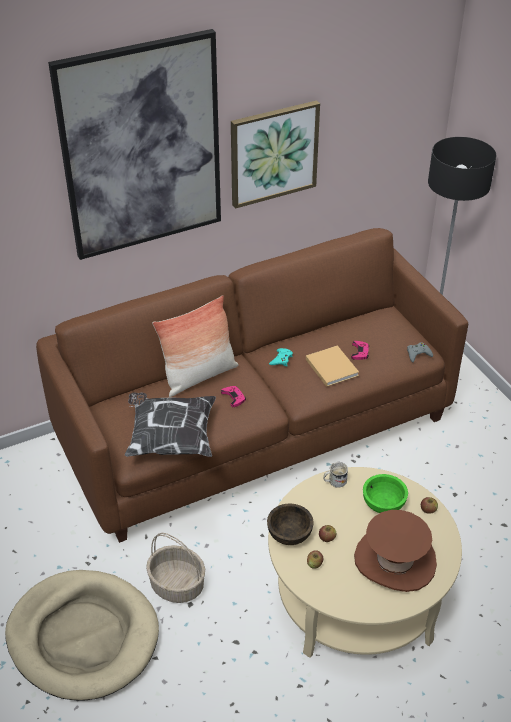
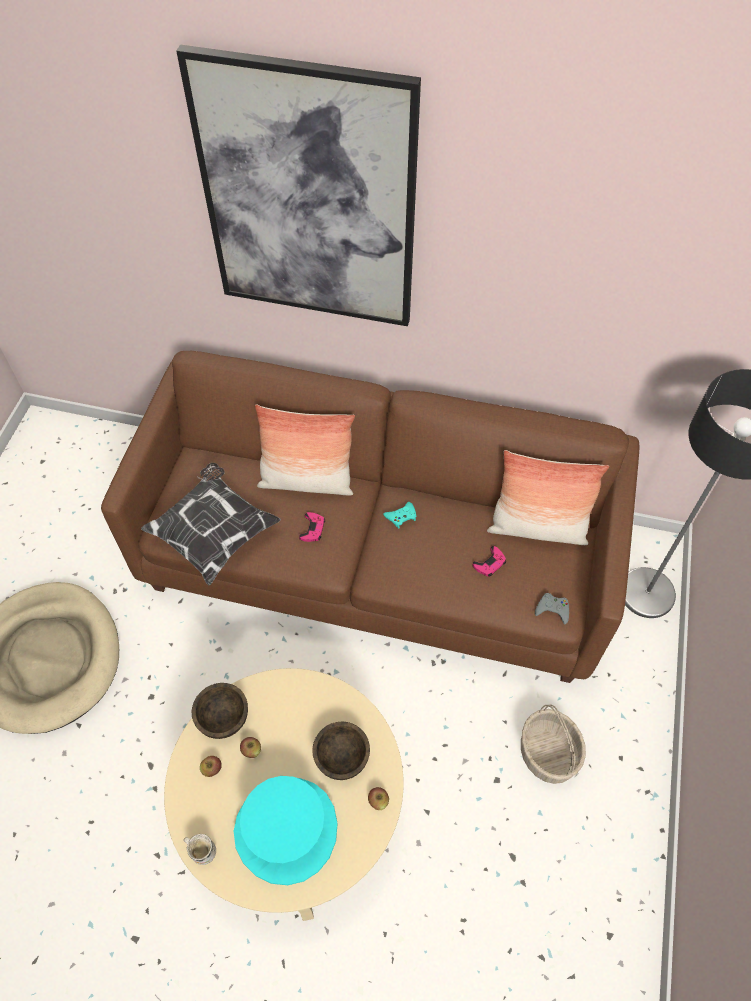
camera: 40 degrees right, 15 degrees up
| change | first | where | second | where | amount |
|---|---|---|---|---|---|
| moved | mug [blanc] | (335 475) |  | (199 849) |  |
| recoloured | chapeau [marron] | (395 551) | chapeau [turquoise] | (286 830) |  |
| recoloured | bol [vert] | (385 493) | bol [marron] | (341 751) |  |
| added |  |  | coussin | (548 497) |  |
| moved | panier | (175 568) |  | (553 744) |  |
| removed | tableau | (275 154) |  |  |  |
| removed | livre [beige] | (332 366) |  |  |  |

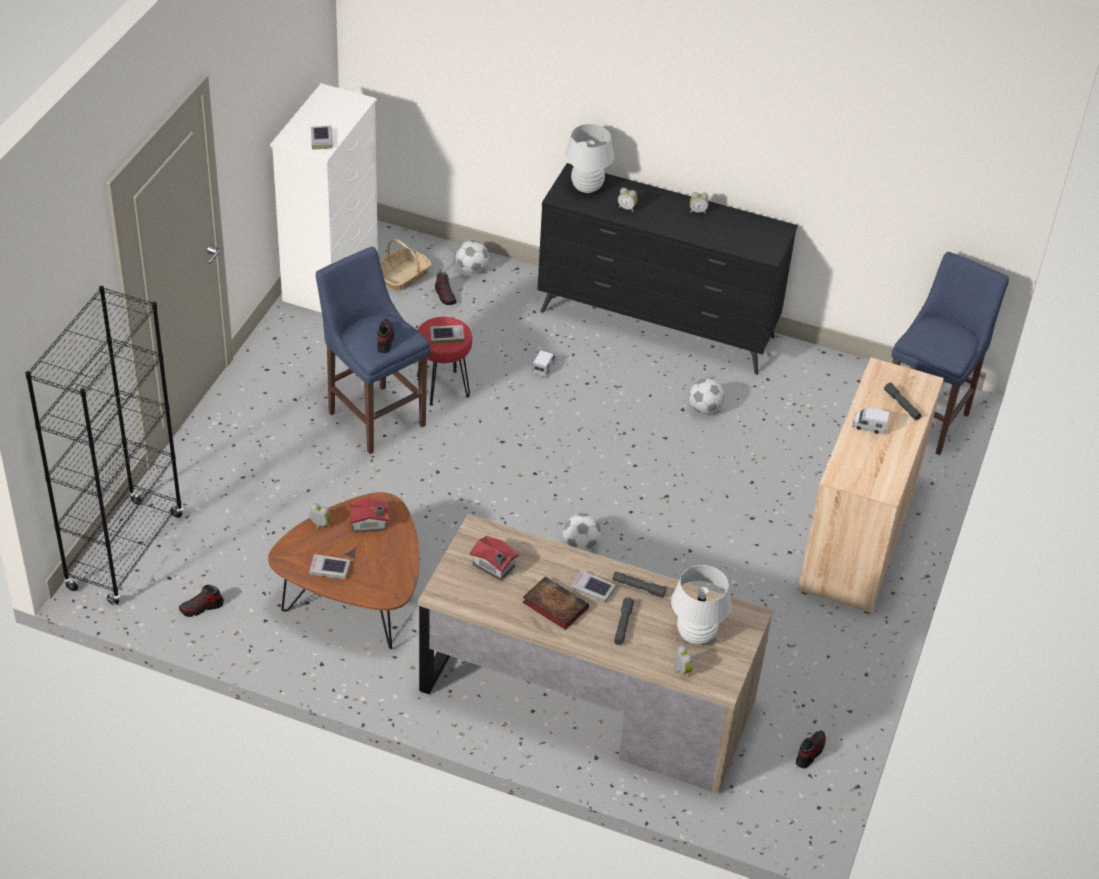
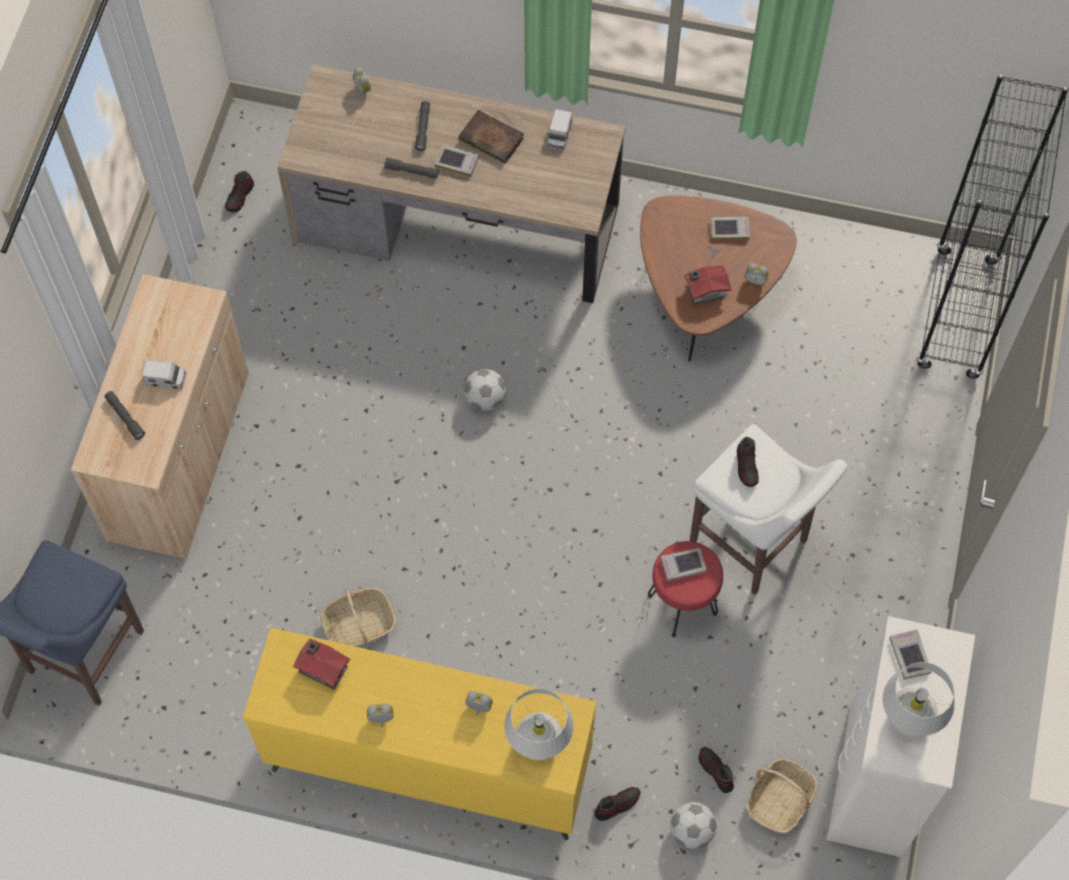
camera: 175 degrees right, 20 degrees up
| change | first | where | second | where | amount |
|---|---|---|---|---|---|
| recoloured | commode [noir] | (667 269) | commode [jaune] | (420 734) |  |
| moved | maison miniature | (494 558) |  | (321 664) |  |
| replaced | ballon de foot | (706 396) | panier | (358 617) |  |
| moved | camion jouet | (544 363) |  | (559 129) |  |
| moved | chaussure | (201 601) |  | (617 804) |  |
| recoloured | tabouret [bleu] | (373 350) | tabouret [blanc] | (769 509) |  |
| moved | lampe de table [blanc] | (701 605) |  | (919 700) |  |

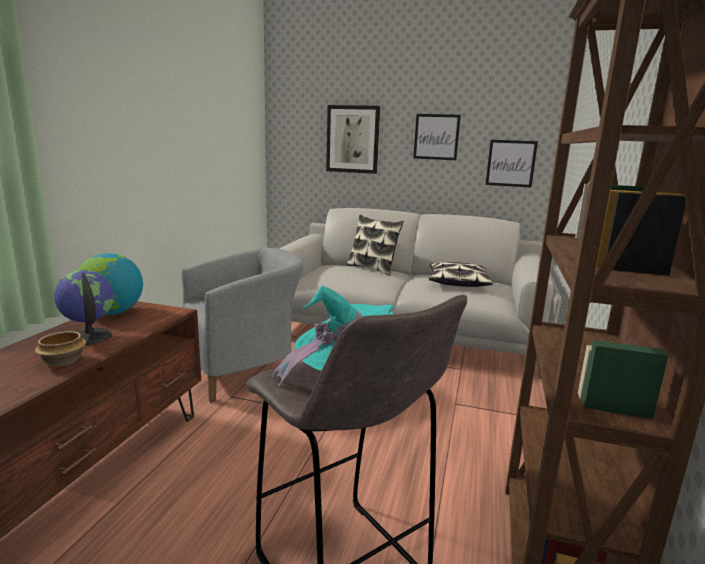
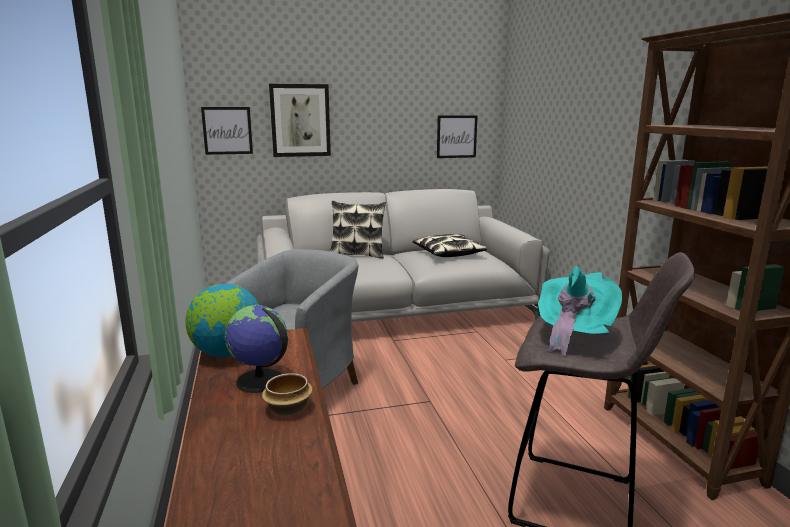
camera: 30 degrees left, 0 degrees up
| change | first | where | second | where | amount |
|---|---|---|---|---|---|
| moved | tableau | (437 137) |  | (227 131) |  |

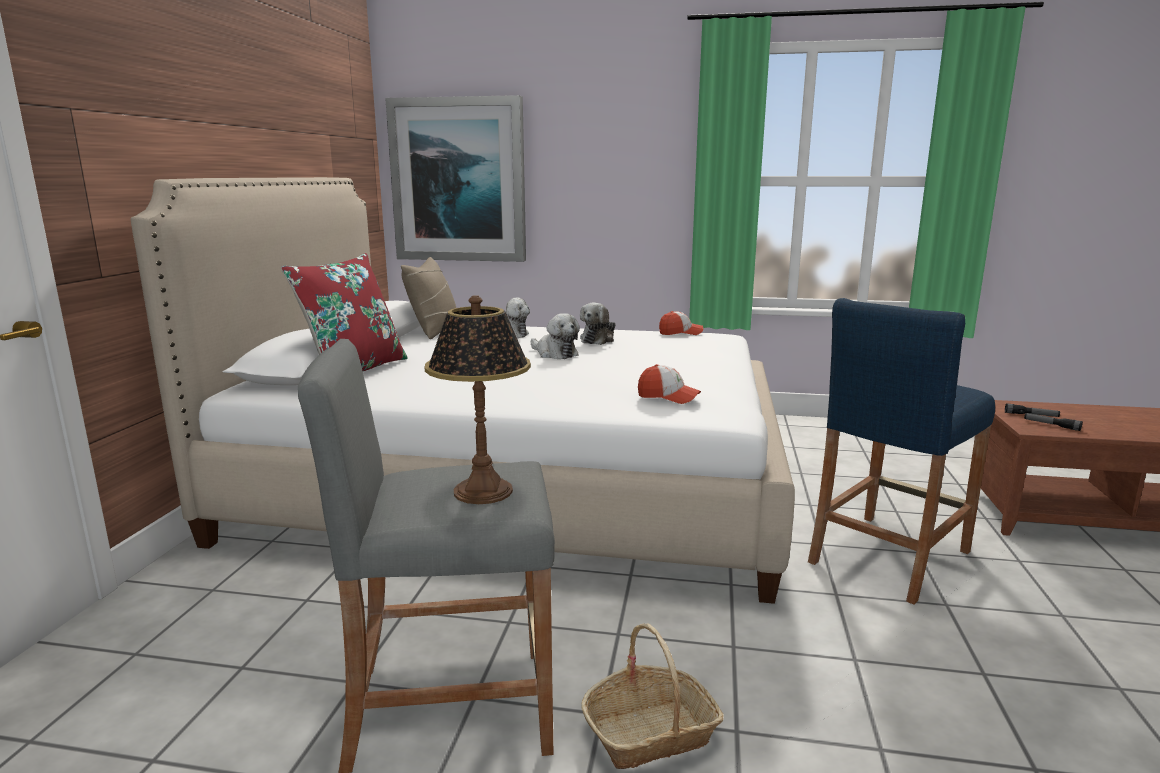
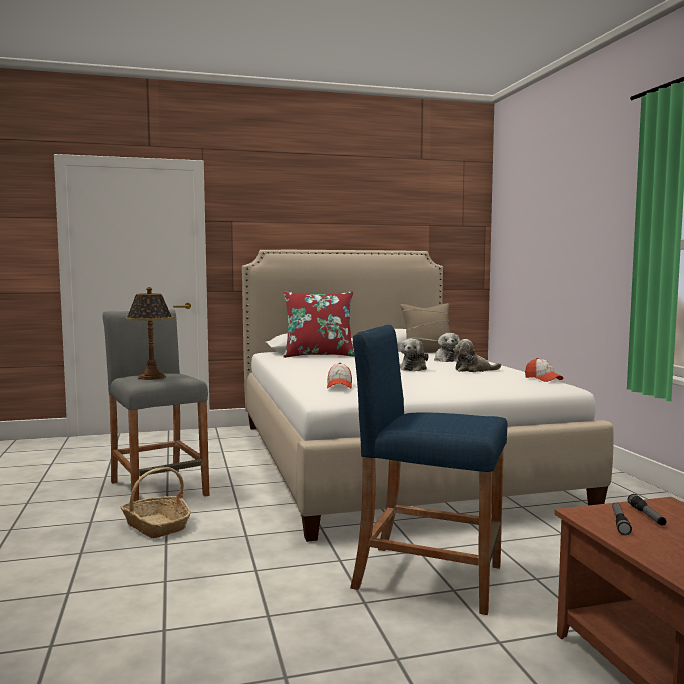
camera: 65 degrees right, 10 degrees down
| change | first | where | second | where | amount |
|---|---|---|---|---|---|
| removed | tableau | (455 178) |  |  |  |

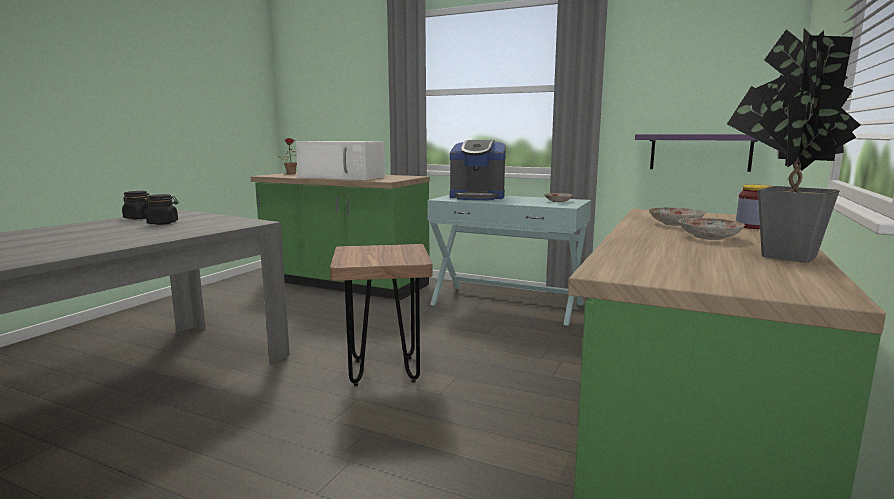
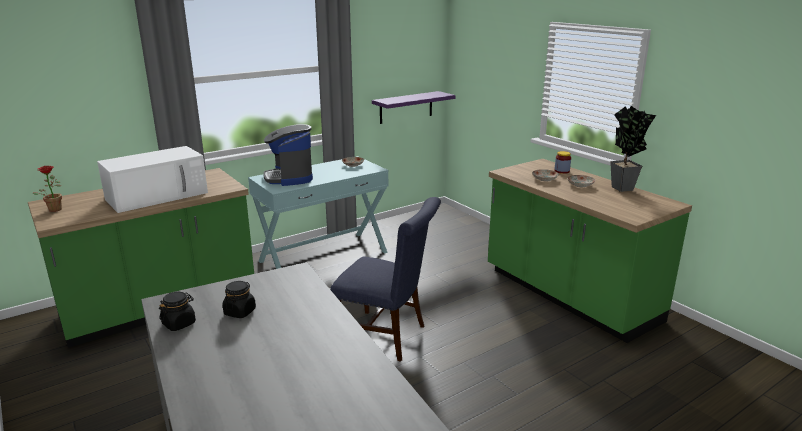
camera: 60 degrees left, 10 degrees up
| change | first | where | second | where | amount |
|---|---|---|---|---|---|
| turned | machine à café | (478 170) |  | (288 155) | 120 degrees clockwise |
| replaced | tabouret [marron] | (381 315) | chaise [bleu] | (385 279) |  |

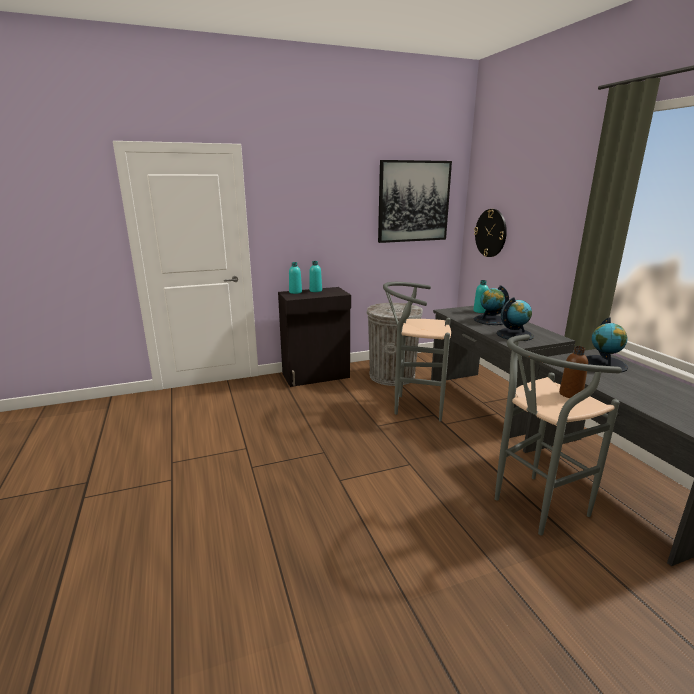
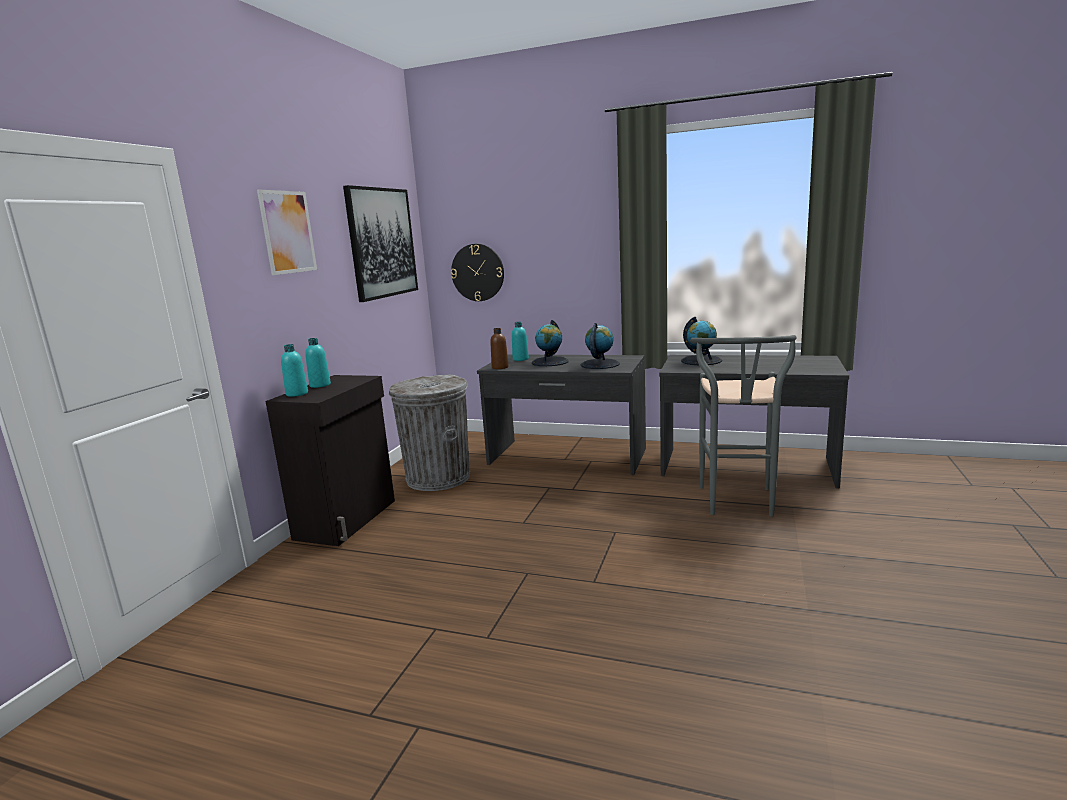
camera: 50 degrees left, 5 degrees down
| change | first | where | second | where | amount |
|---|---|---|---|---|---|
| added |  |  | tableau | (287 232) |  |
| moved | bouteille [marron] | (573 372) |  | (499 348) |  |
| removed | tabouret [gris] | (417 351) |  |  |  |

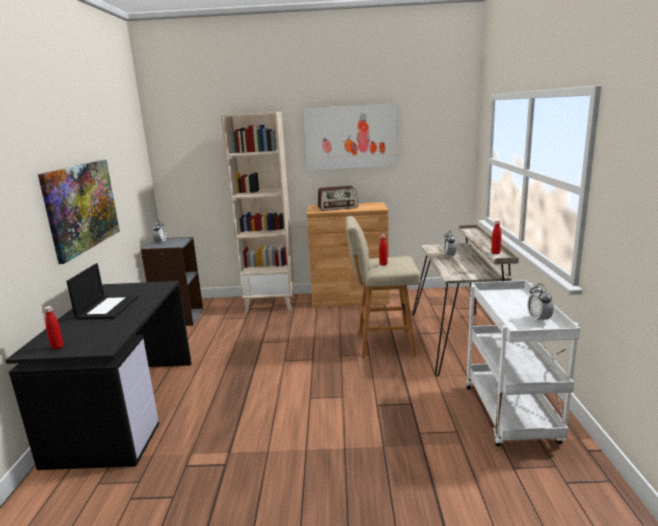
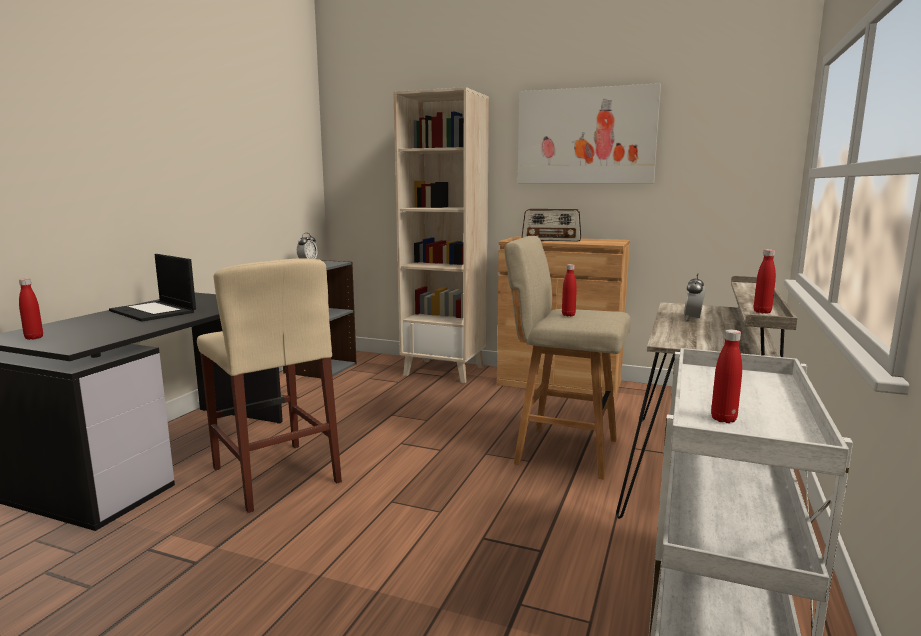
camera: 20 degrees right, 5 degrees down
| change | first | where | second | where | amount |
|---|---|---|---|---|---|
| turned | ordinateur portable | (102 291) |  | (152 288) | 105 degrees clockwise |
| added |  |  | tabouret [beige] | (269 385) |  |
| added |  |  | bouteille [rouge] | (726 376) |  |
| removed | tableau | (79 212) |  |  |  |
| removed | réveil | (540 304) |  |  |  |

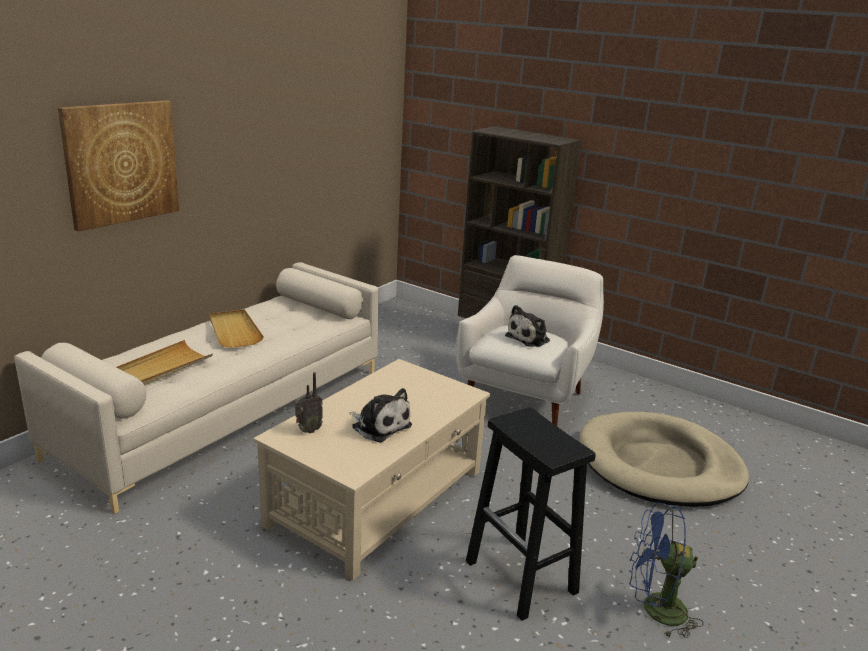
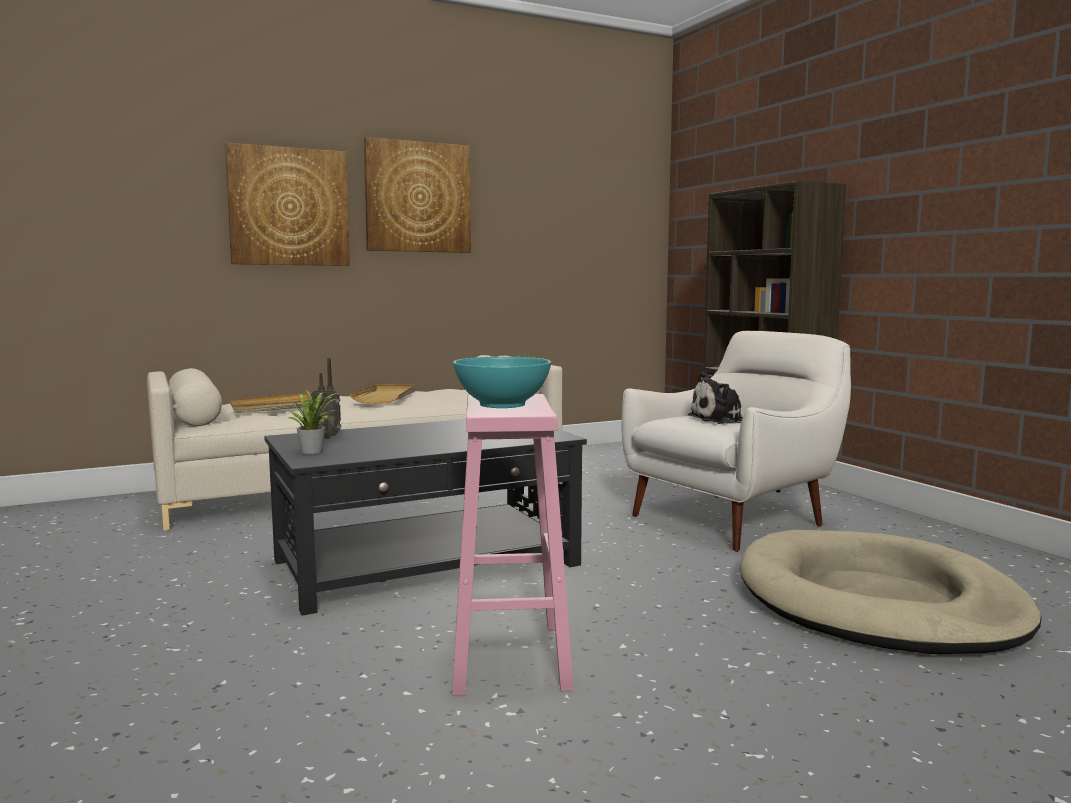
camera: 30 degrees right, 15 degrees down
| change | first | where | second | where | amount |
|---|---|---|---|---|---|
| recoloured | table basse [beige] | (371 470) | table basse [noir] | (425 517) |  |
| added |  |  | plante en pot | (310 422) |  |
| added |  |  | tableau | (417 195) |  |
| recoloured | tabouret [noir] | (531 514) | tabouret [rose] | (513 545) |  |
| added |  |  | bol [turquoise] | (502 382) |  |
| removed | peluche | (380 415) |  |  |  |
| removed | ventilateur [bleu] | (666 570) |  |  |  |

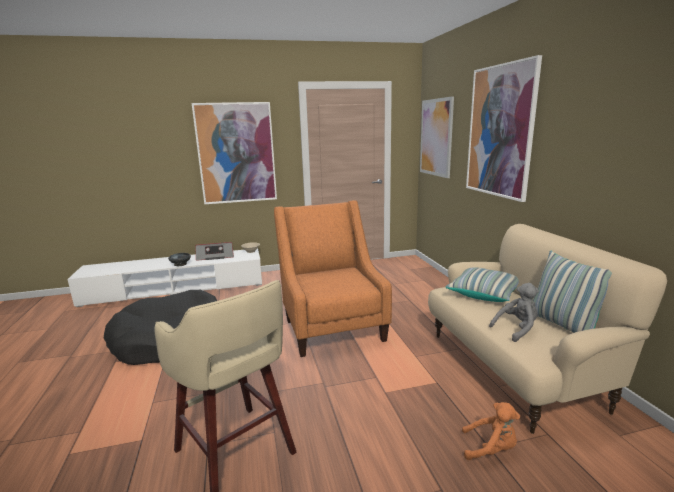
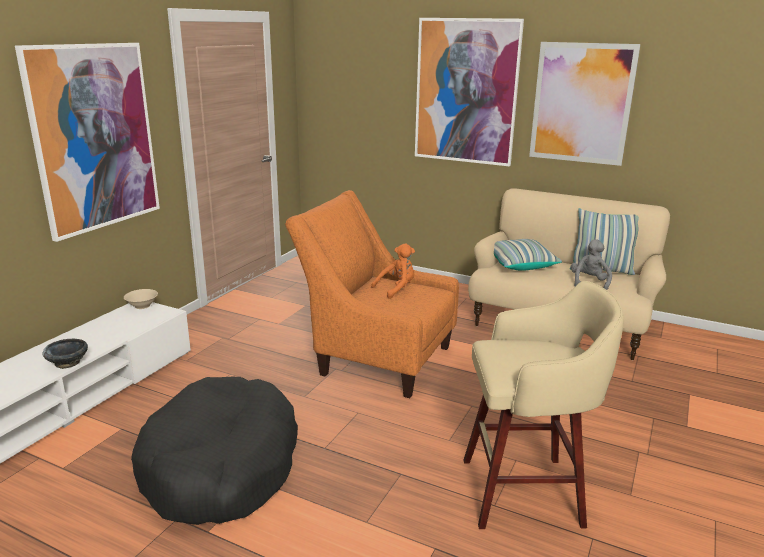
camera: 50 degrees left, 5 degrees up
| change | first | where | second | where | amount |
|---|---|---|---|---|---|
| moved | peluche [orange] | (491 431) |  | (393 271) |  |
| moved | tableau | (437 137) |  | (585 104) |  |
| removed | radio | (215 251) |  |  |  |

